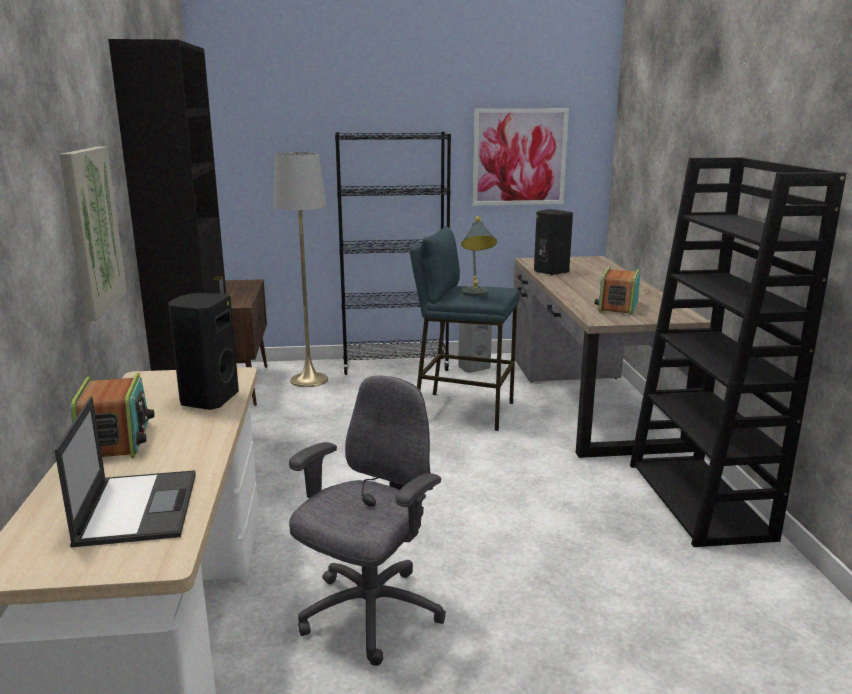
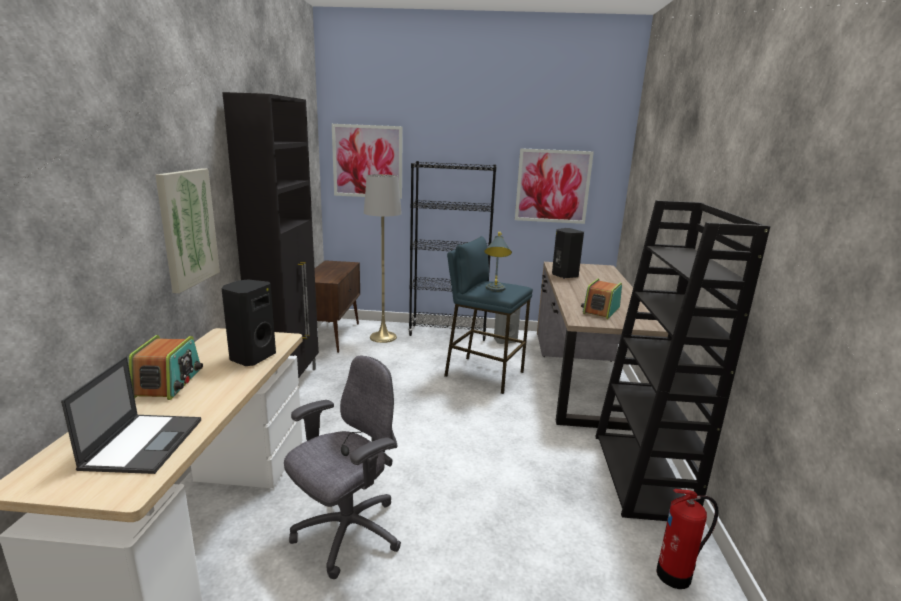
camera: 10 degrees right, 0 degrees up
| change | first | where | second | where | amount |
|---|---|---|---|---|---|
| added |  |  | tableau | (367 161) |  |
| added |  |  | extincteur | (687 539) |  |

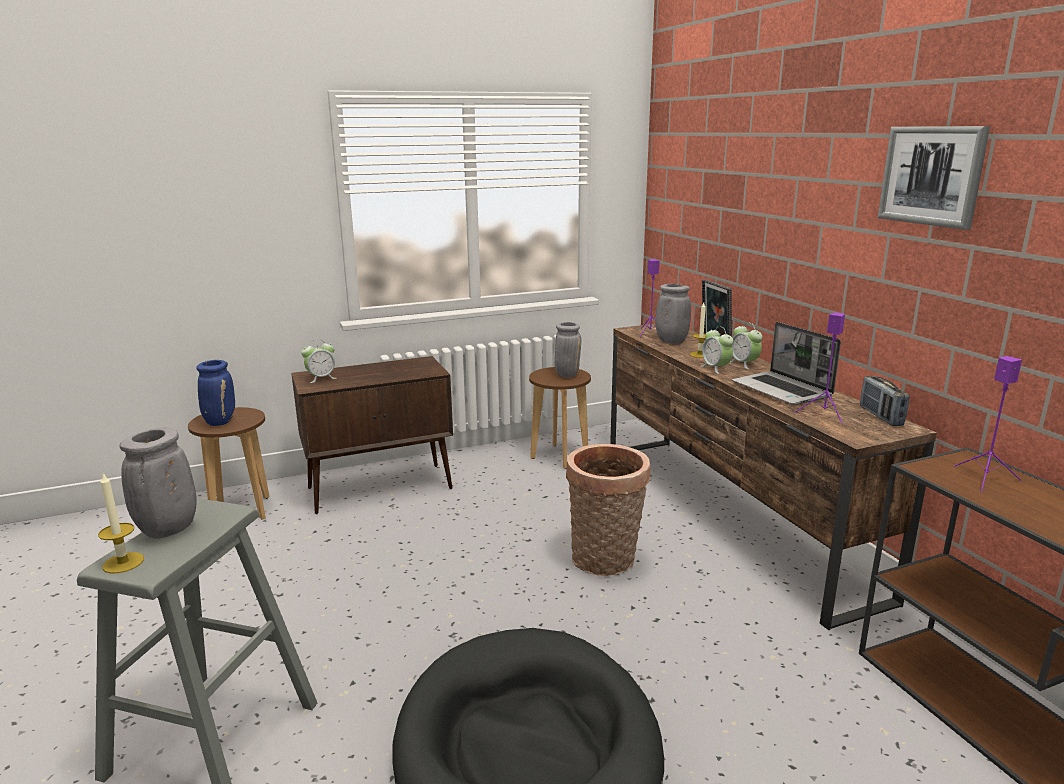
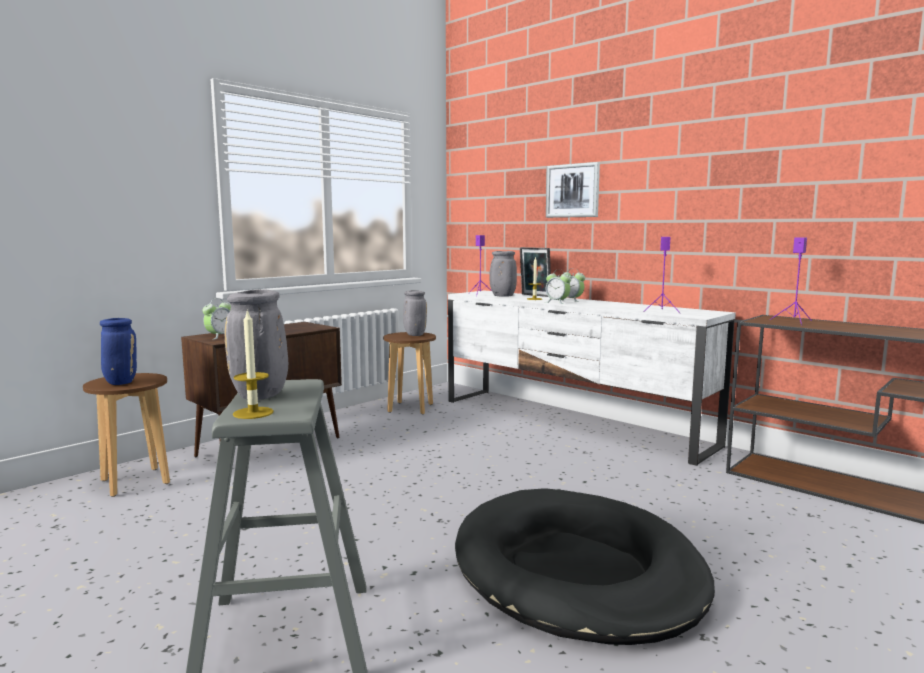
camera: 25 degrees left, 10 degrees down
| change | first | where | second | where | amount |
|---|---|---|---|---|---|
| recoloured | meuble télé [marron] | (773 477) | meuble télé [blanc] | (592 378) |  |
| moved | tableau | (934 178) |  | (573 190) |  |
| removed | panier | (608 510) |  |  |  |
| removed | ordinateur portable | (786 363) |  |  |  |
| removed | radio | (884 401) |  |  |  |

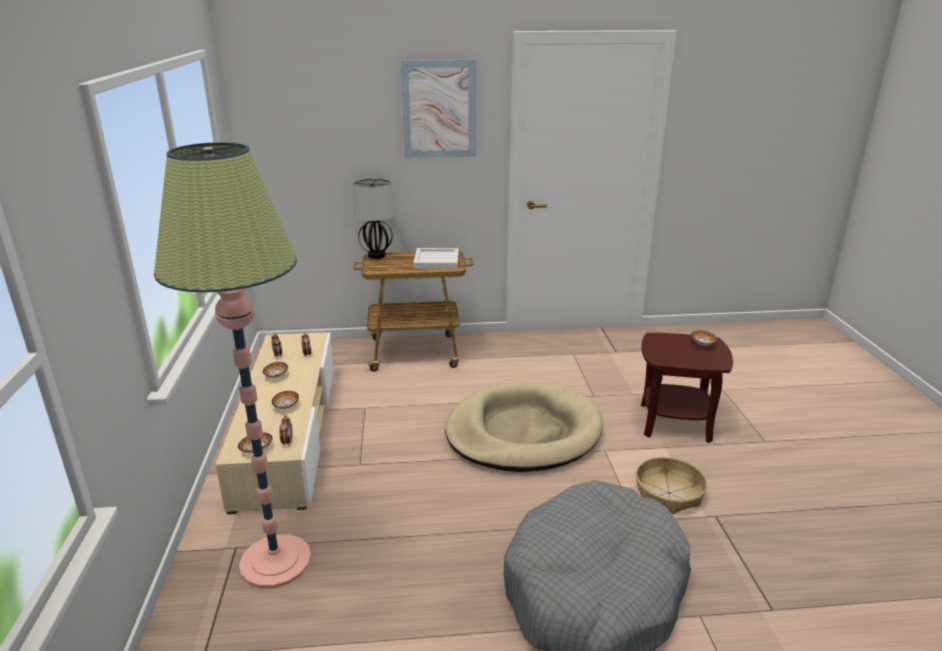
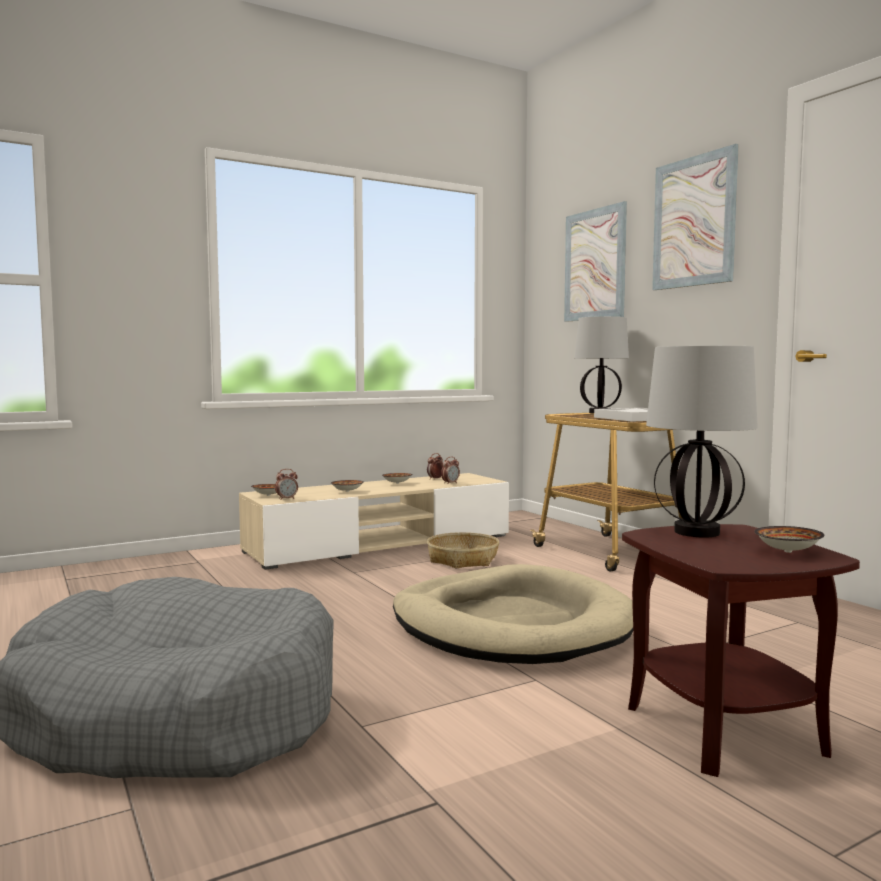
camera: 65 degrees right, 20 degrees down
| change | first | where | second | where | amount |
|---|---|---|---|---|---|
| moved | panier | (671 485) |  | (463 550) |  |
| added |  |  | tableau | (595 261) |  |
| added |  |  | lampe de table | (702 442) |  |
| removed | lampadaire | (232 365) |  |  |  |

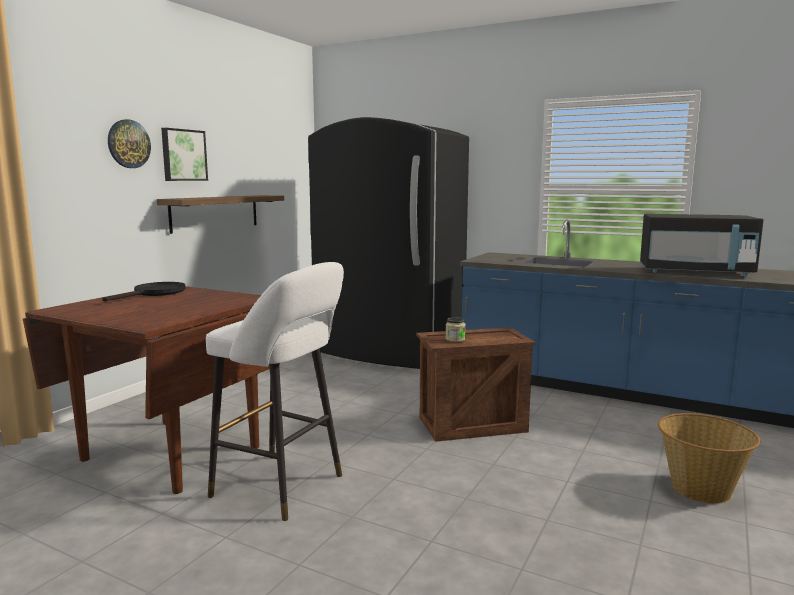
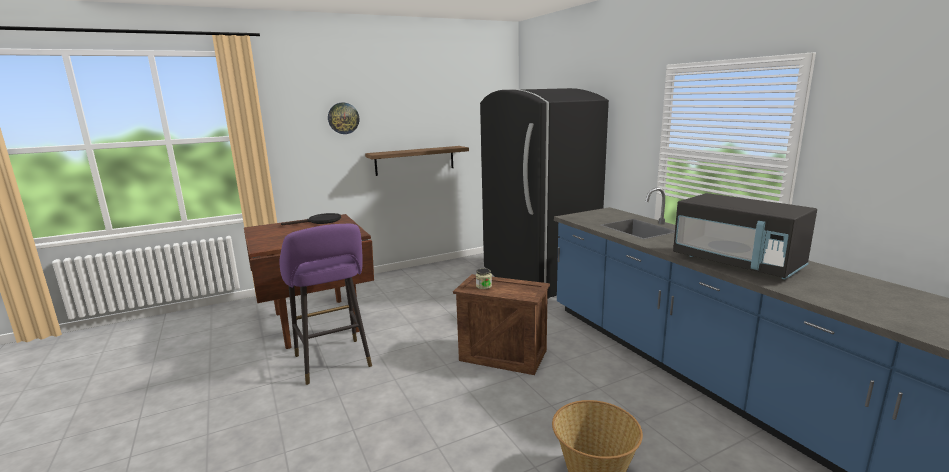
camera: 35 degrees right, 5 degrees up
| change | first | where | second | where | amount |
|---|---|---|---|---|---|
| recoloured | tabouret [blanc] | (275 391) | tabouret [violet] | (325 304) |  |
| removed | tableau | (184 154) |  |  |  |

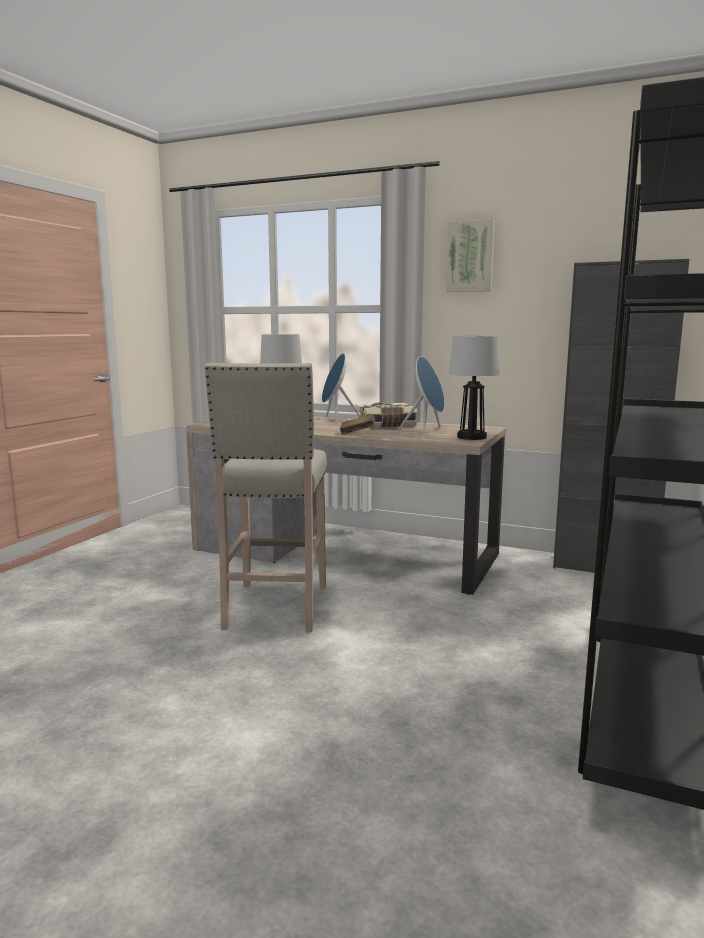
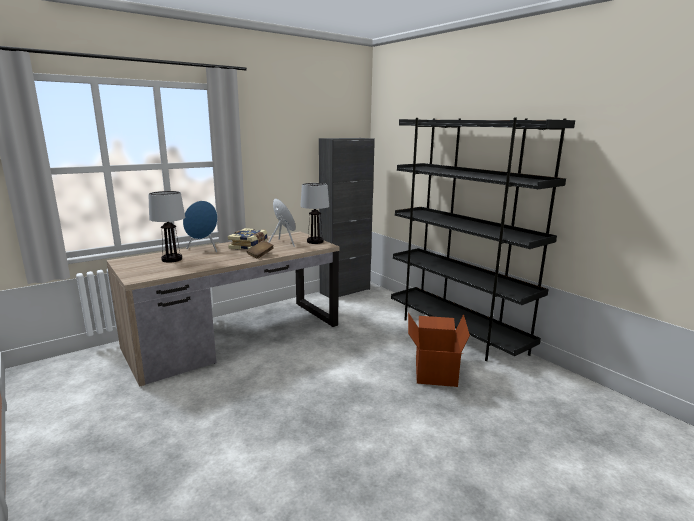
camera: 60 degrees left, 5 degrees up
| change | first | where | second | where | amount |
|---|---|---|---|---|---|
| added |  |  | carton | (439 350) |  |
| removed | tabouret [beige] | (265 497) |  |  |  |
| removed | tableau | (470 255) |  |  |  |

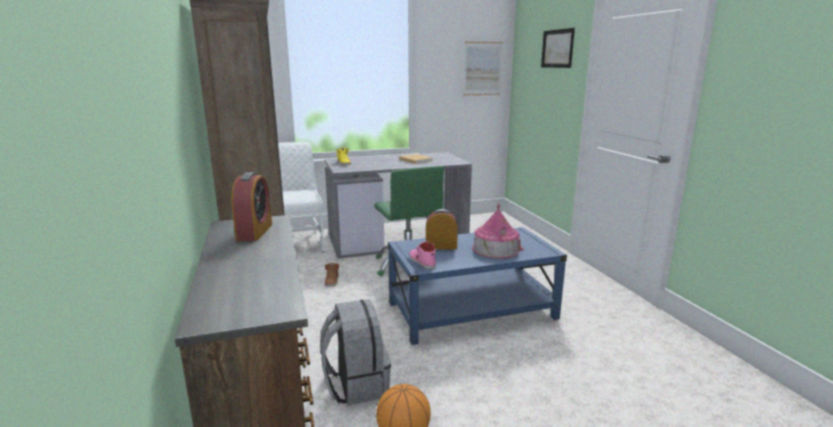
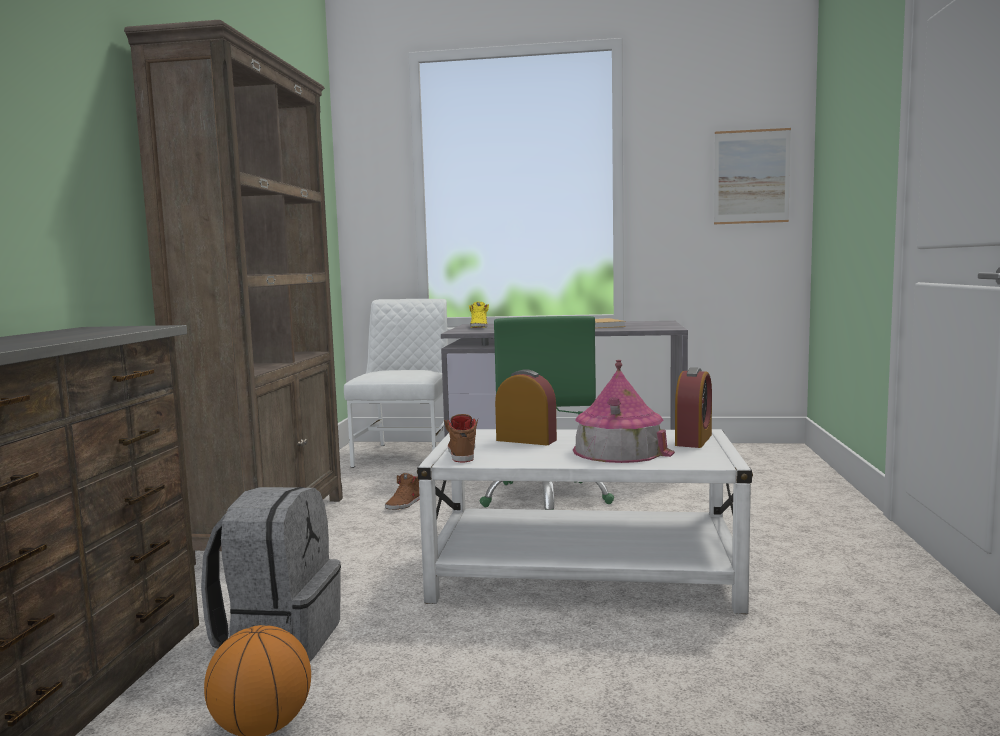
camera: 25 degrees right, 10 degrees down
| change | first | where | second | where | amount |
|---|---|---|---|---|---|
| recoloured | table basse [bleu] | (477 286) | table basse [blanc] | (585 522) |  |
| recoloured | chaussure [rose] | (422 255) | chaussure [marron] | (461 438) |  |
| moved | réveil | (251 206) |  | (693 407) |  |
| removed | tableau | (558 48) |  |  |  |

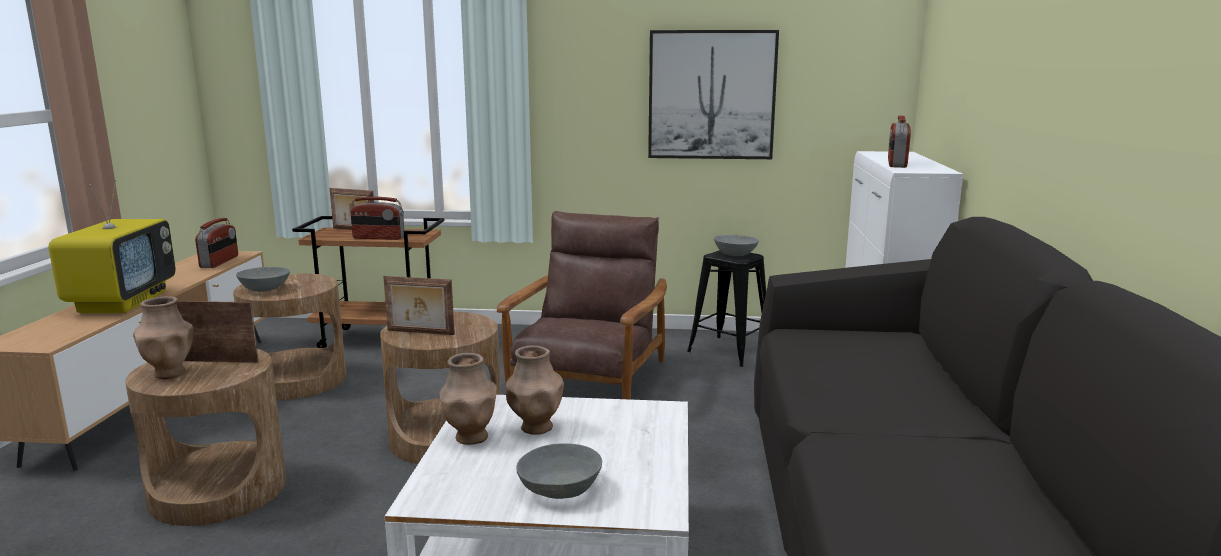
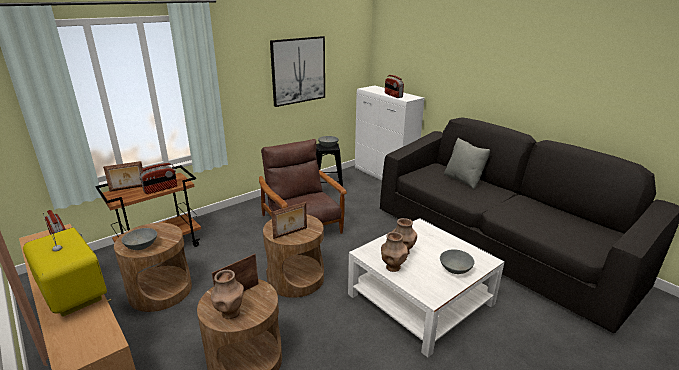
camera: 45 degrees left, 10 degrees up
| change | first | where | second | where | amount |
|---|---|---|---|---|---|
| added |  |  | coussin [gris] | (467 164) |  |

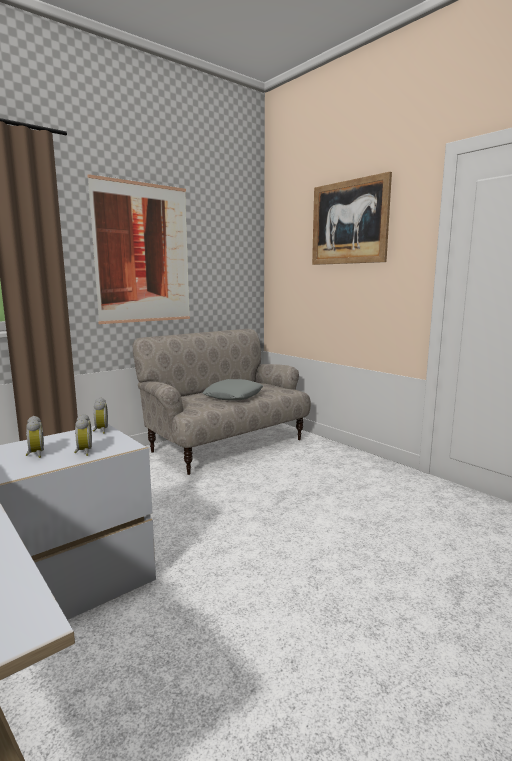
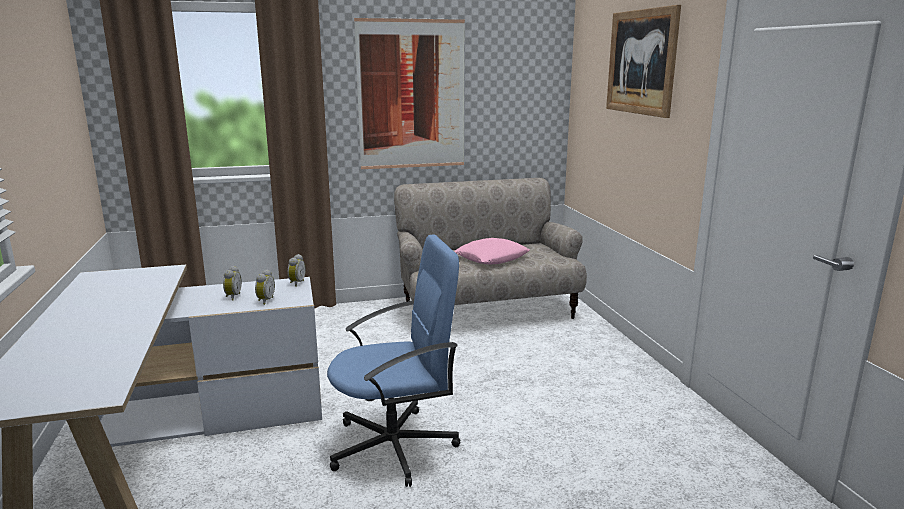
camera: 25 degrees right, 5 degrees up
| change | first | where | second | where | amount |
|---|---|---|---|---|---|
| added |  |  | chaise de bureau [bleu] | (394 360) |  |
| recoloured | coussin [gris] | (232 389) | coussin [rose] | (492 251) |  |

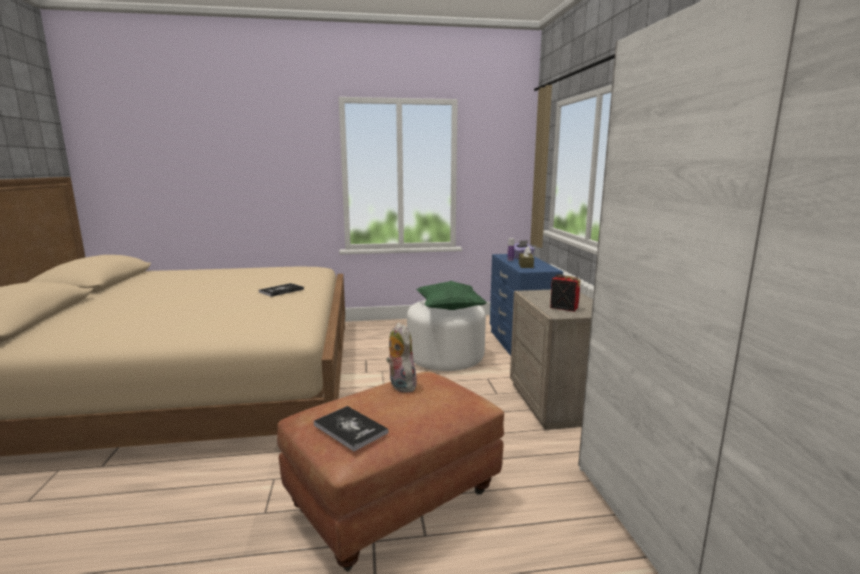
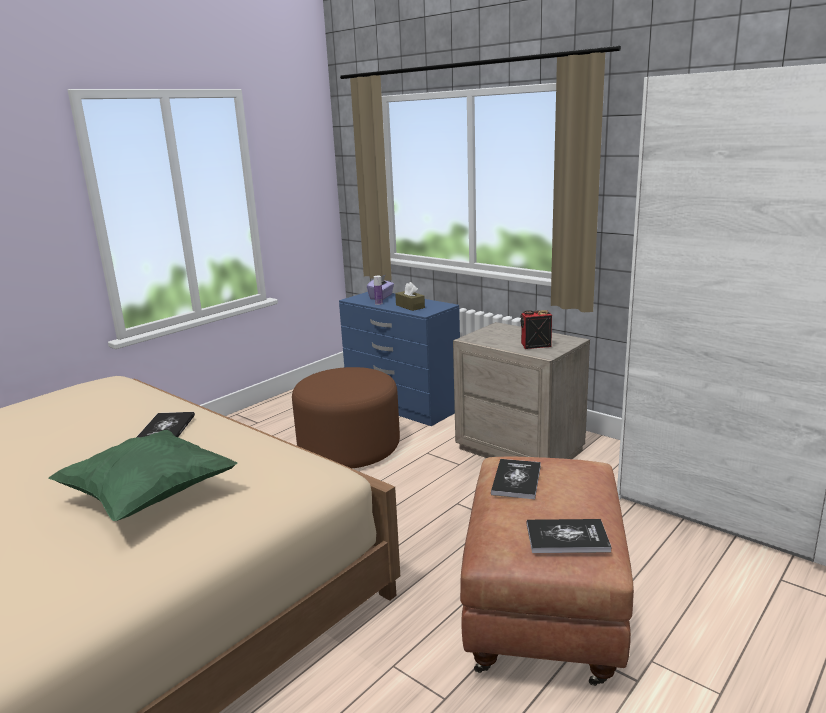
camera: 40 degrees left, 5 degrees up
| change | first | where | second | where | amount |
|---|---|---|---|---|---|
| moved | coussin [vert] | (451 295) |  | (143 475) |  |
| recoloured | pouf [blanc] | (446 335) | pouf [marron] | (346 417) |  |
| replaced | peluche | (401 357) | livre | (516 479) |  |

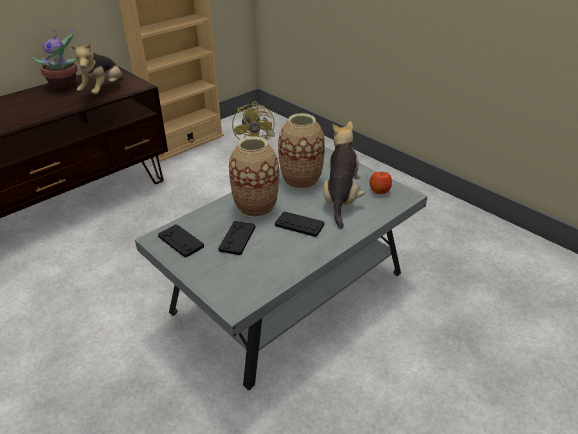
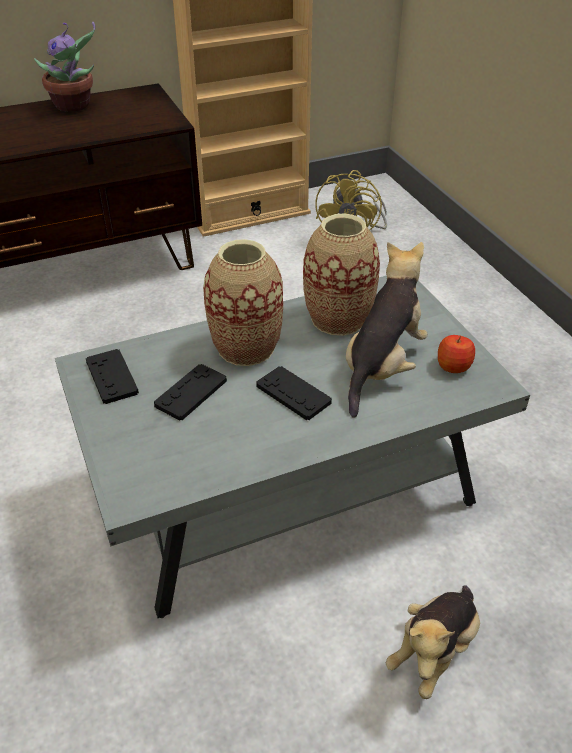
camera: 20 degrees right, 5 degrees up
| change | first | where | second | where | amount |
|---|---|---|---|---|---|
| moved | peluche | (96 68) |  | (433 642) |  |

